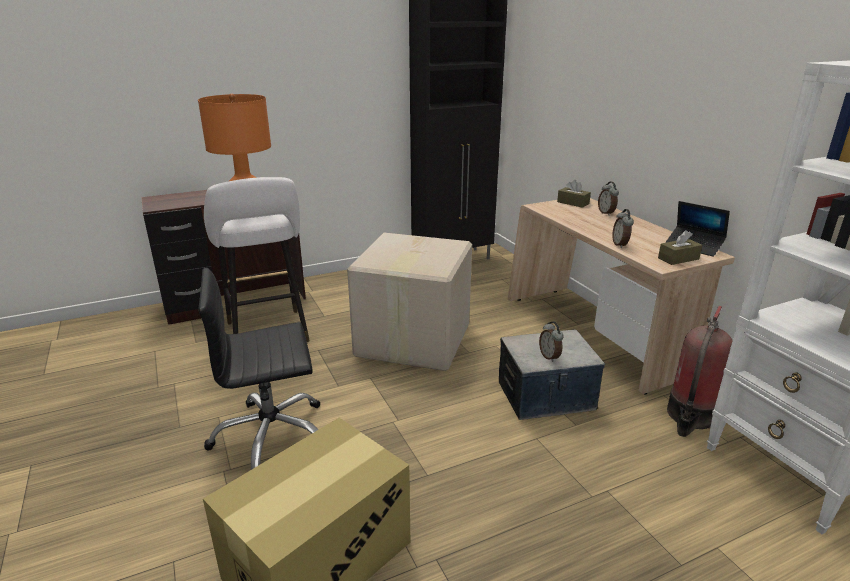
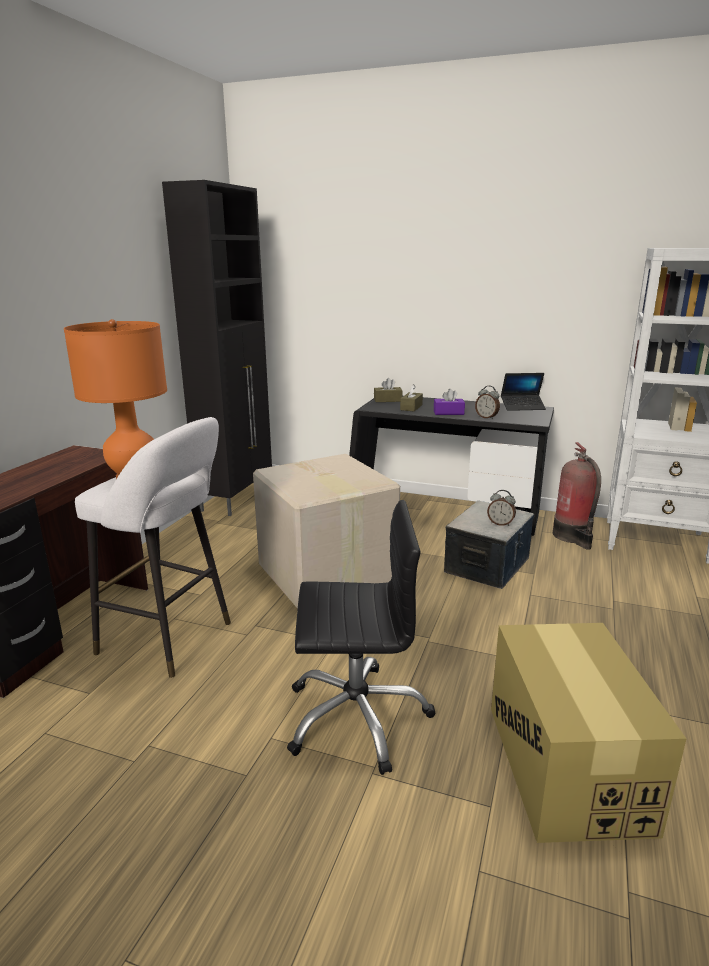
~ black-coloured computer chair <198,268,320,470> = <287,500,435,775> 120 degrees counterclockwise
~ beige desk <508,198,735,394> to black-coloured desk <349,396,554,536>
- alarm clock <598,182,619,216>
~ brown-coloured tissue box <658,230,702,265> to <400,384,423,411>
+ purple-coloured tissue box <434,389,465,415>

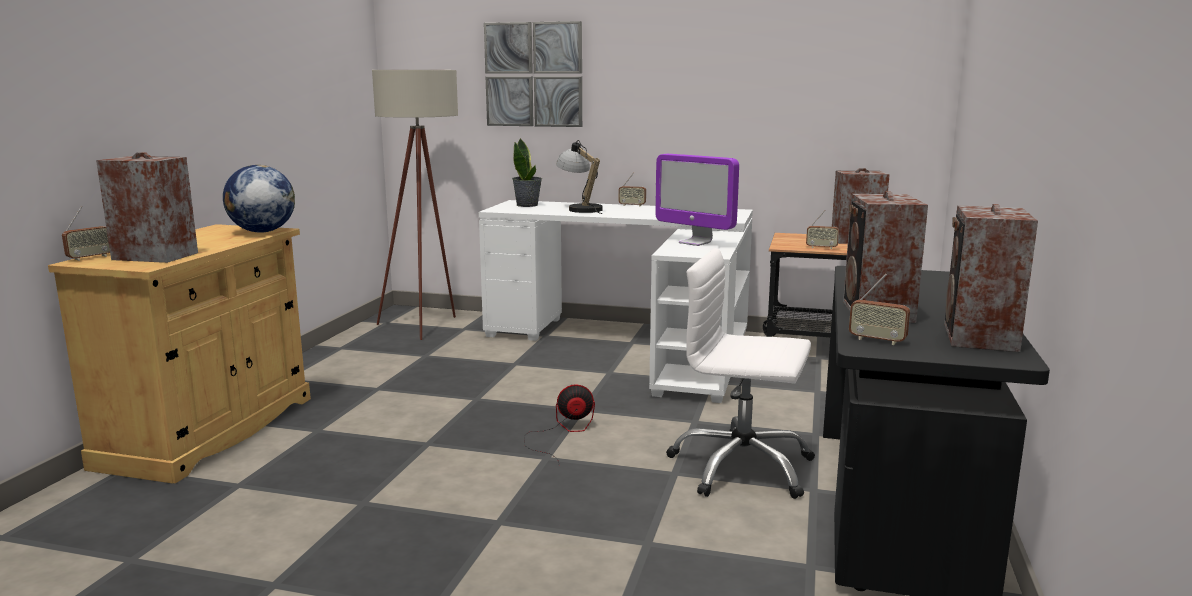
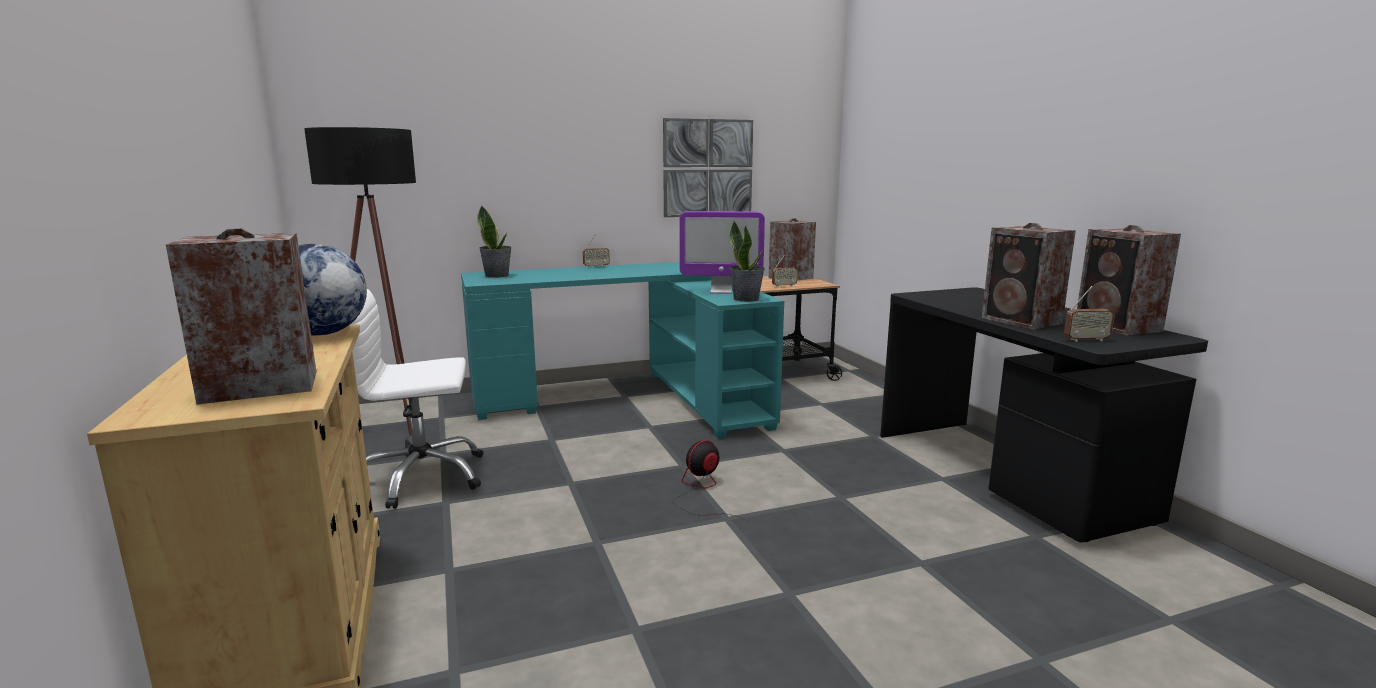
- radio <62,206,110,261>
~ beige standard lamp <372,70,458,340> to black-coloured standard lamp <304,127,416,436>
~ white desk <479,200,753,403> to turquoise desk <461,262,784,438>
~ picture <484,21,582,127> to <663,118,753,217>
- table lamp <556,140,602,214>
~ white computer chair <666,248,815,499> to <350,289,483,509>
+ potted plant <729,221,765,302>

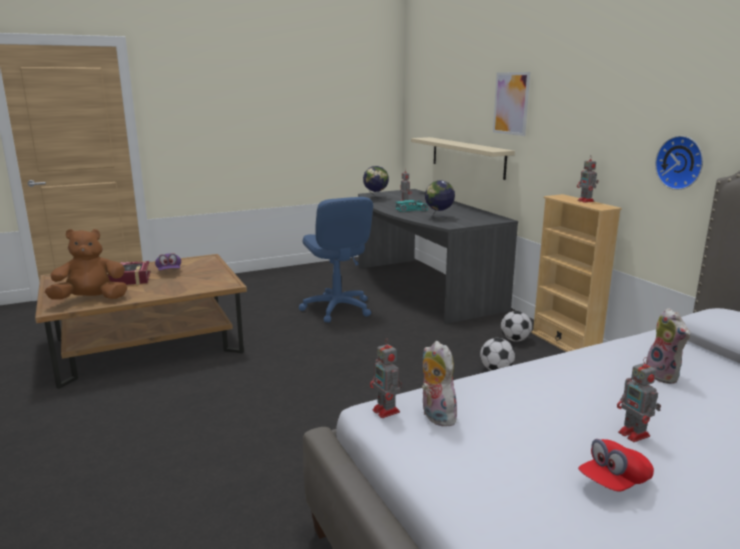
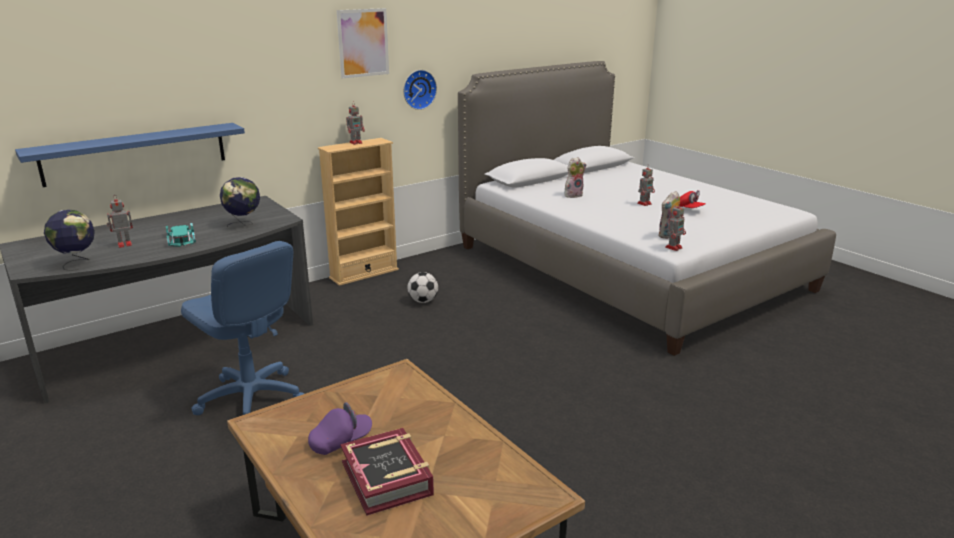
- brown-coloured plush toy <45,229,127,299>
~ blue computer chair <299,197,373,323> = <181,241,305,415> 75 degrees clockwise
~ beige wall shelf <411,137,515,180> to blue wall shelf <15,123,245,187>
~ picture <493,72,530,136> to <337,8,389,78>
- ball for football <501,311,532,341>

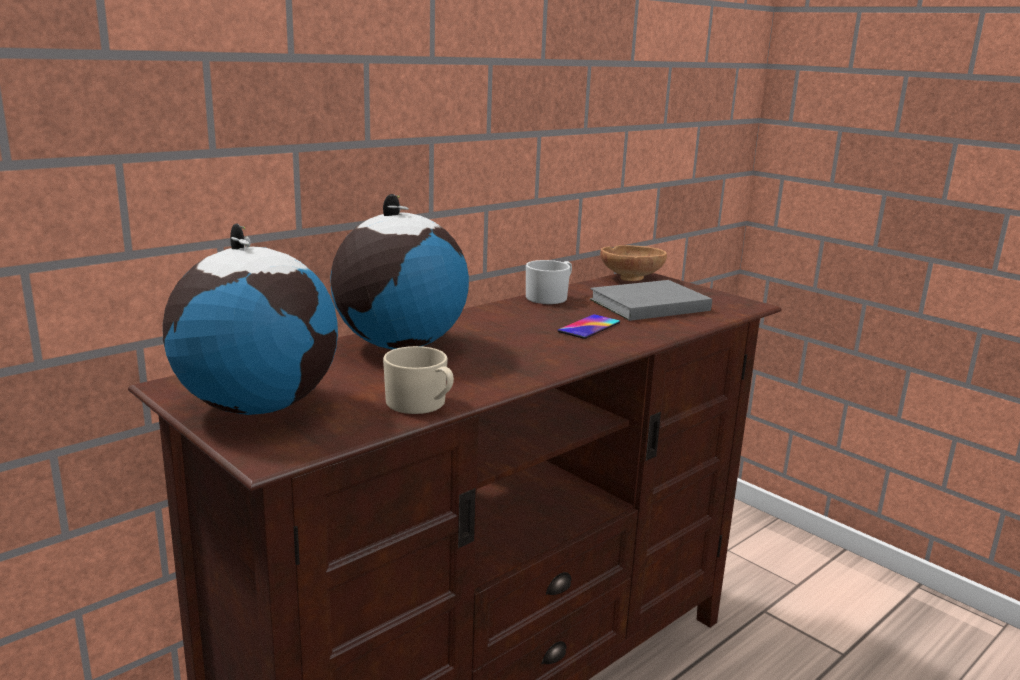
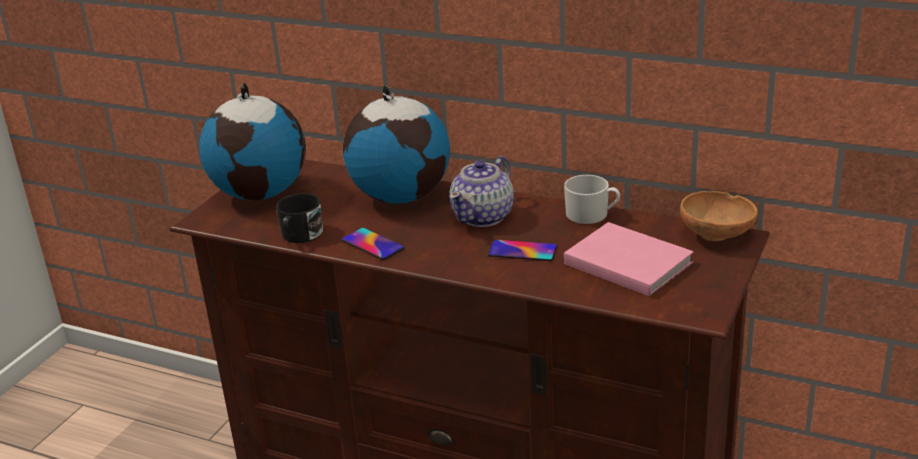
~ beige tea mug <383,346,454,414> to black-coloured tea mug <276,193,323,243>
~ grey volume <590,280,712,321> to pink-coloured volume <564,222,694,297>
+ handset <341,228,405,260>
+ tea pot <449,156,514,227>

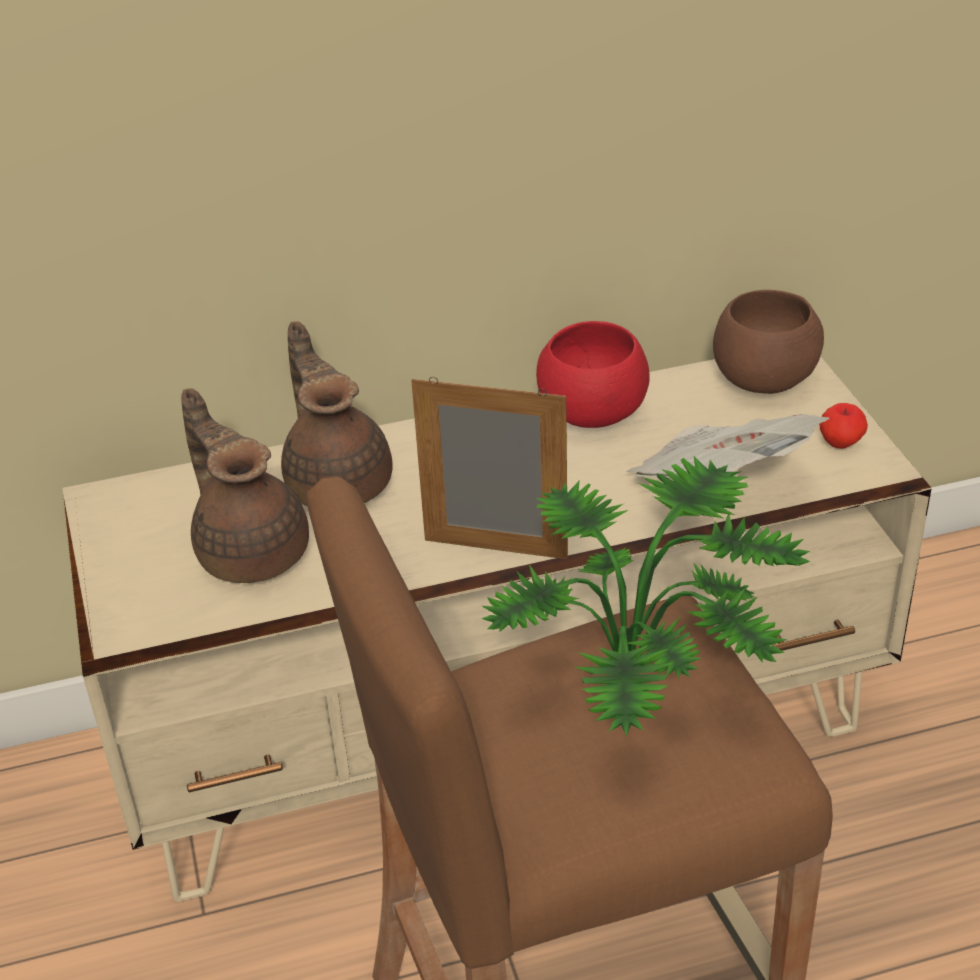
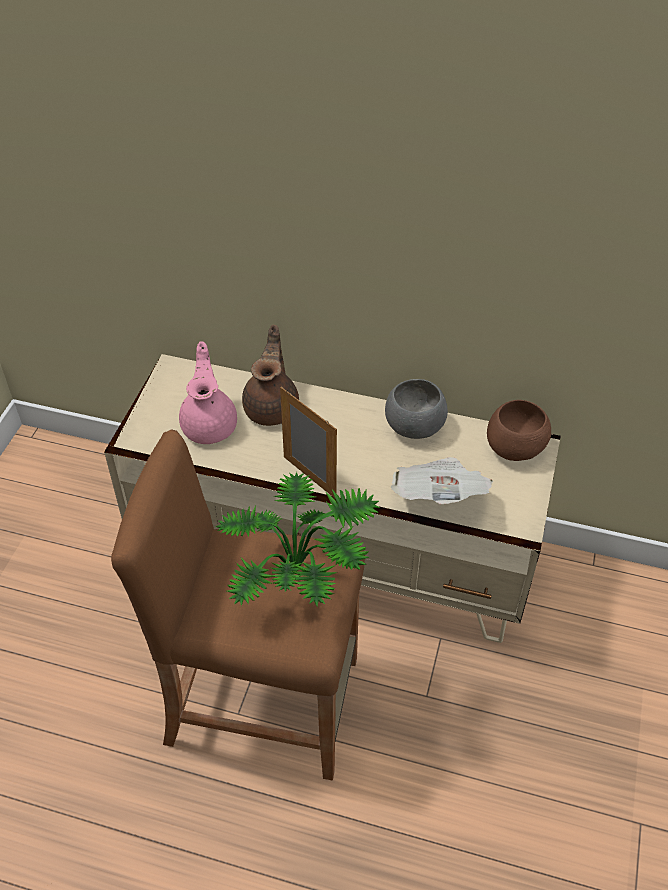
~ brown-coloured tea pot <181,388,309,583> to pink-coloured tea pot <179,341,237,444>
~ red bowl <536,321,650,428> to grey bowl <385,379,448,439>
- apple <819,403,868,449>

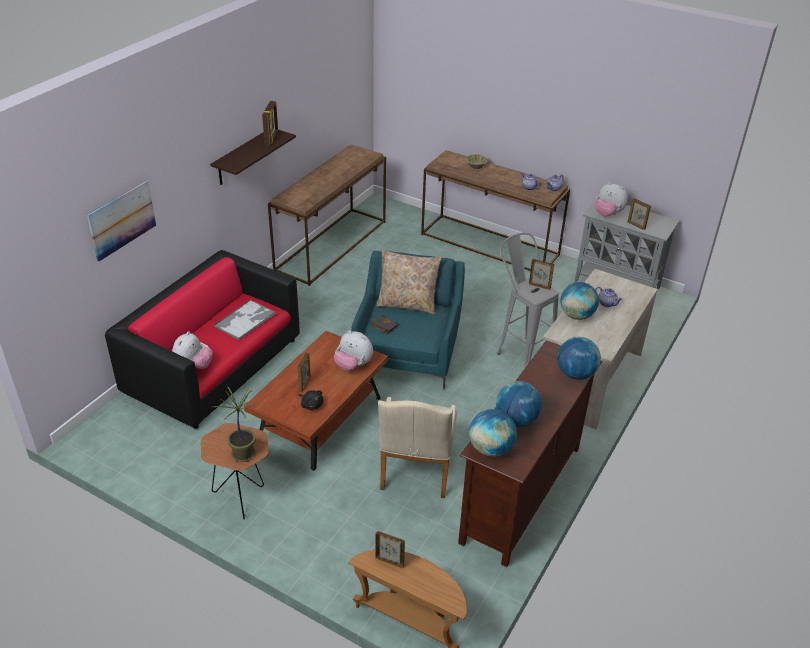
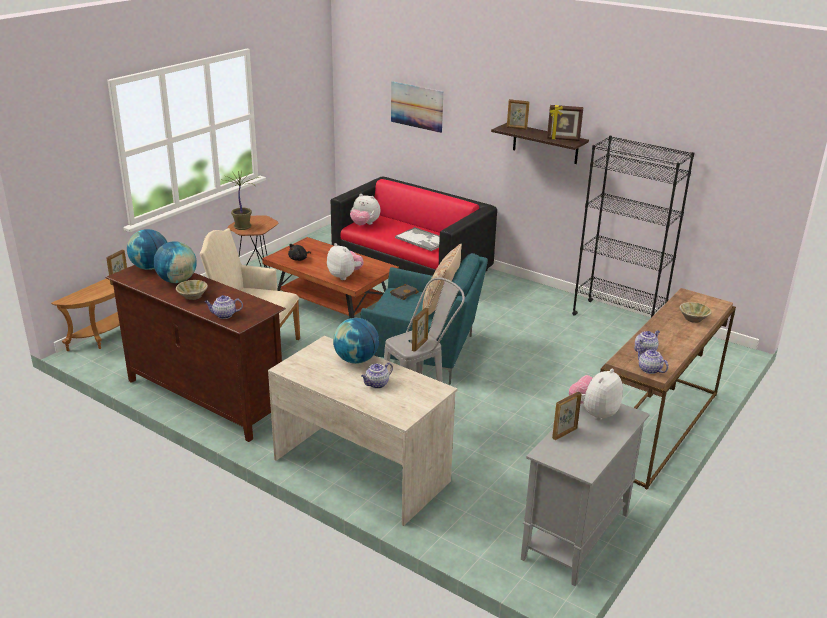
~ brown-coloured hall table <268,144,386,286> to black-coloured shelving unit <572,136,694,317>
~ picture frame <297,352,311,393> to <507,99,530,130>
~ plush toy <334,330,373,371> = <327,243,364,280> 105 degrees clockwise
~ desk globe <557,337,601,380> to tea pot <205,295,243,319>
+ beige bowl <176,280,208,300>

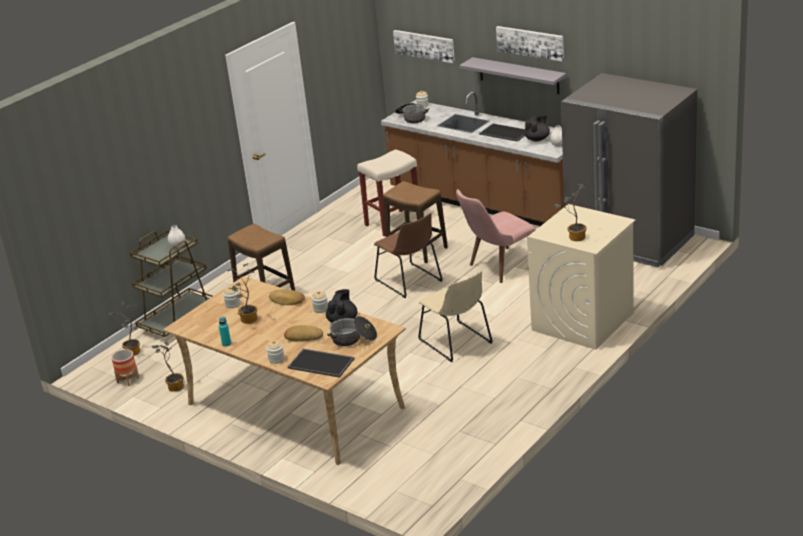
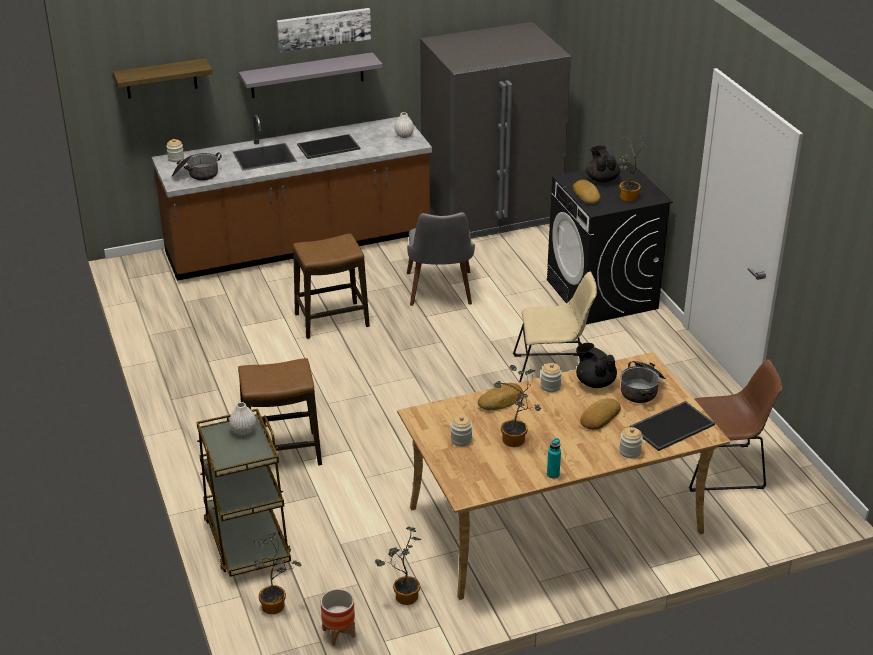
- beige sitting stool <357,149,418,236>
~ brown-coloured chair <374,213,442,298> to <689,359,782,492>
~ picture <393,30,455,63> to wall shelf <113,58,213,99>
~ pink-coloured chair <456,189,536,283> to grey chair <407,212,475,306>
~ black-coloured tea pot <524,114,550,142> to <586,145,620,183>
~ beige laundry machine <527,204,636,350> to black-coloured laundry machine <547,162,673,325>
+ baked bread <573,180,601,204>

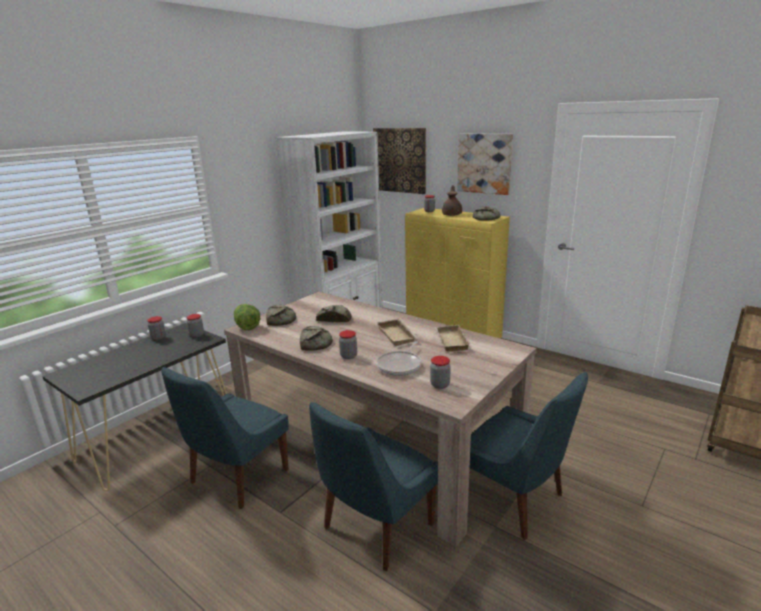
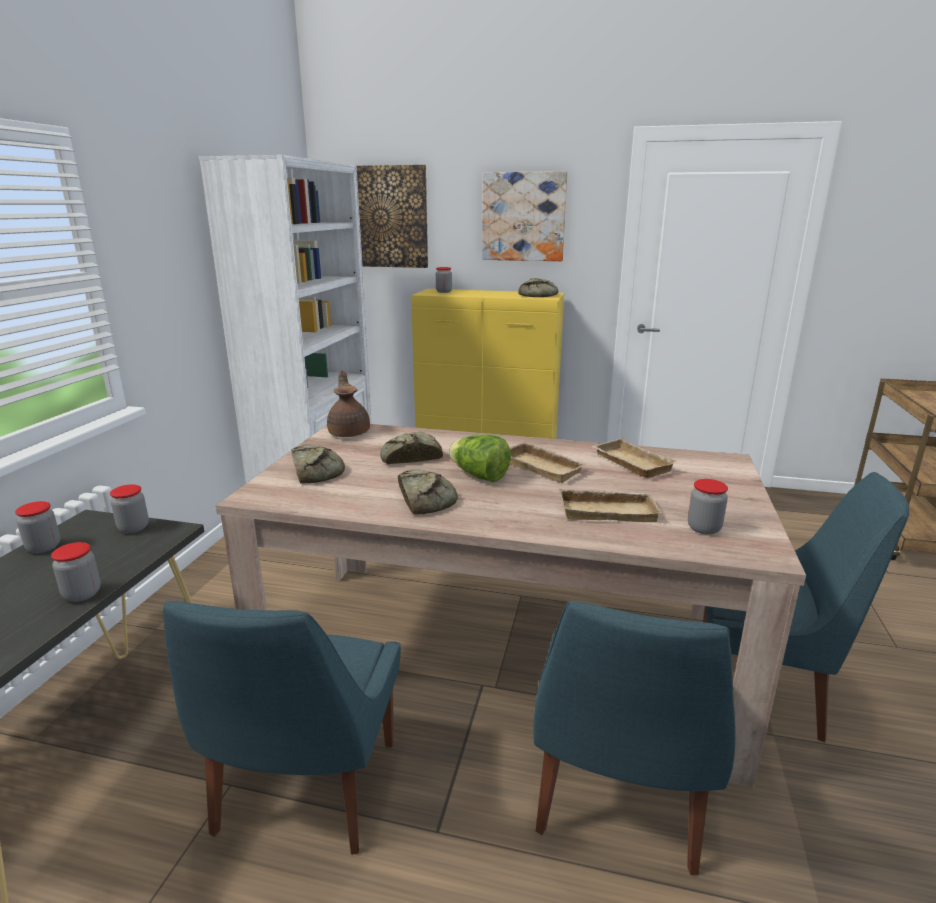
~ lettuce <234,304,260,330> to <448,435,511,482>
~ preserve jar <339,330,357,359> to <51,542,101,602>
~ frying pan <377,341,422,376> to beige tray <559,489,662,522>
~ brown-coloured tea pot <442,185,462,216> to <327,370,370,437>

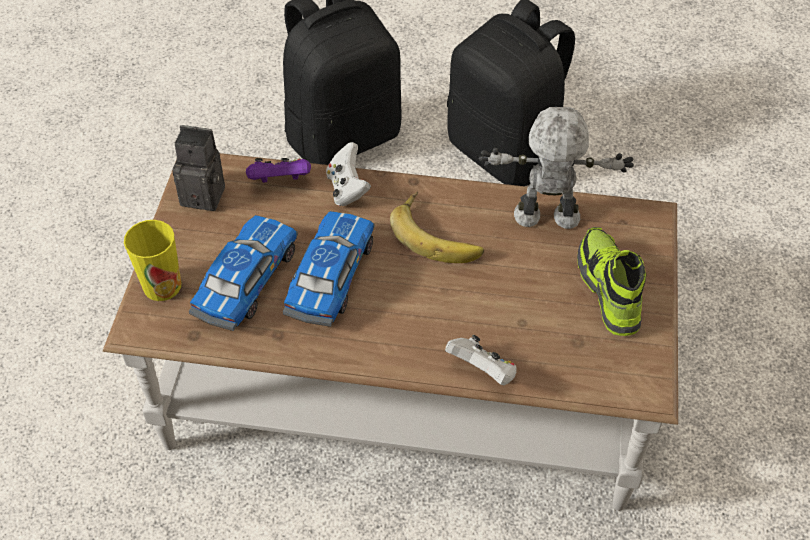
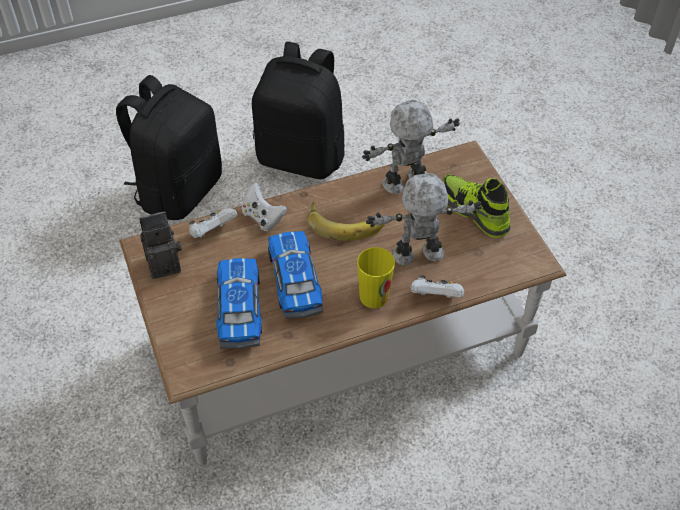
~ drinking cup <124,220,181,301> to <357,247,395,308>
~ purple-coloured joypad <246,158,311,183> to white joypad <189,208,238,238>
+ toy robot <366,173,482,266>

